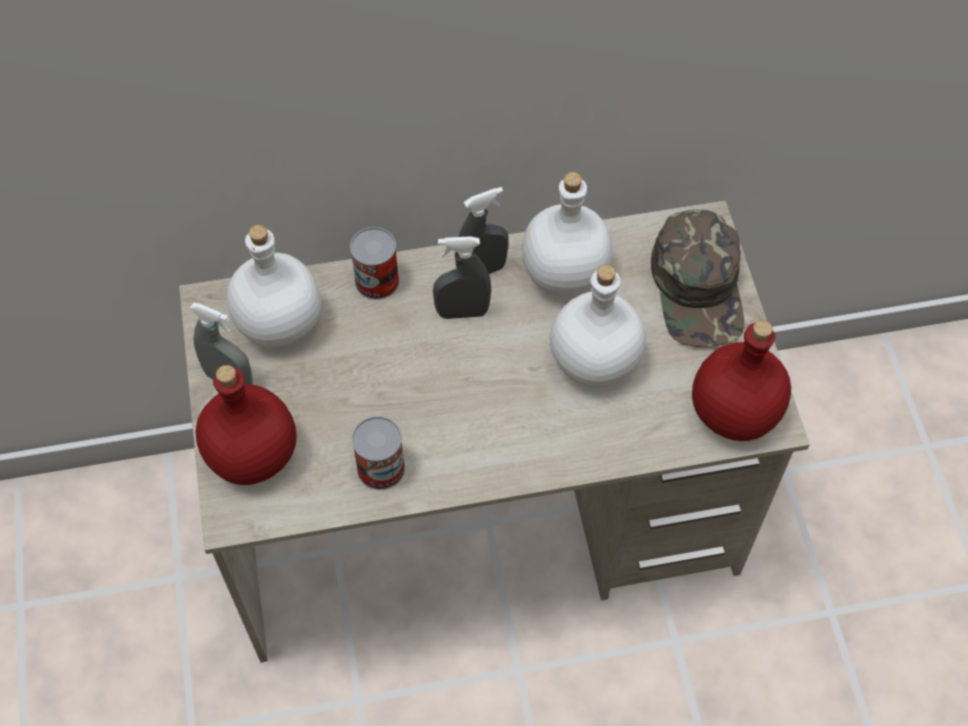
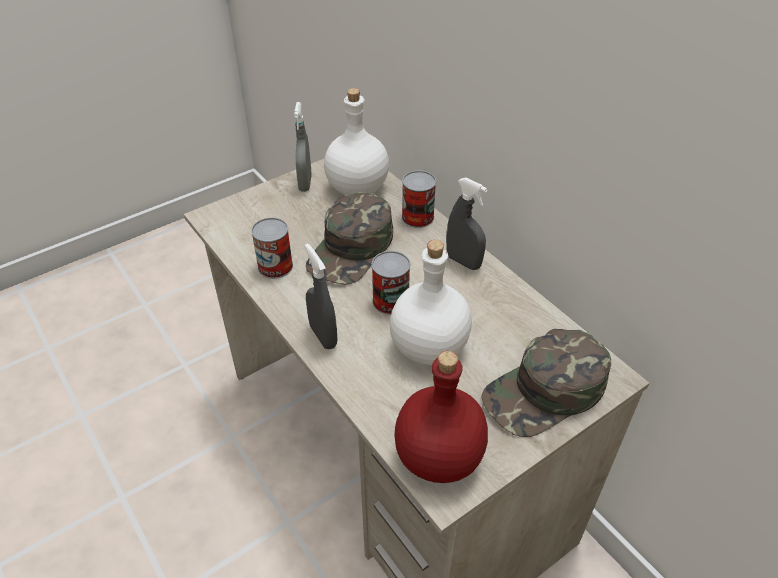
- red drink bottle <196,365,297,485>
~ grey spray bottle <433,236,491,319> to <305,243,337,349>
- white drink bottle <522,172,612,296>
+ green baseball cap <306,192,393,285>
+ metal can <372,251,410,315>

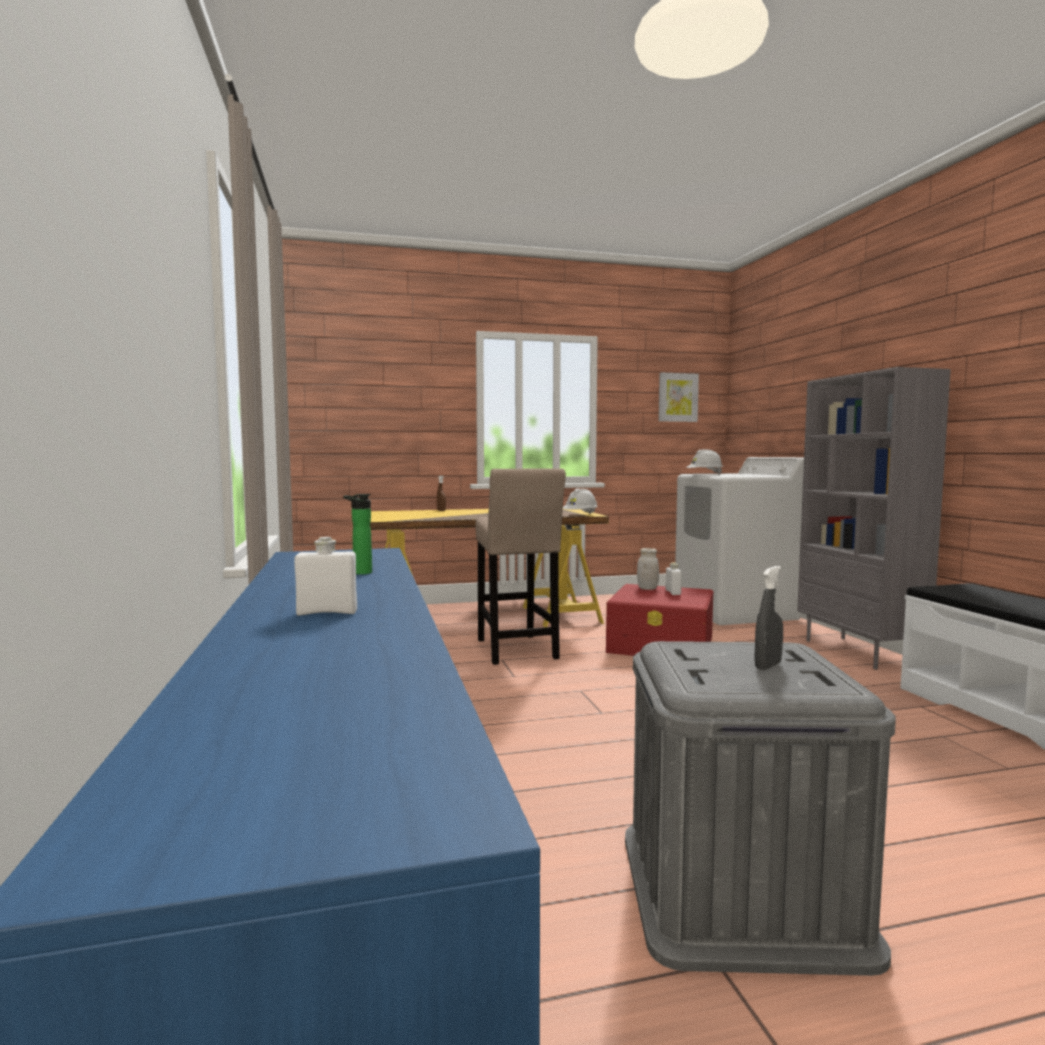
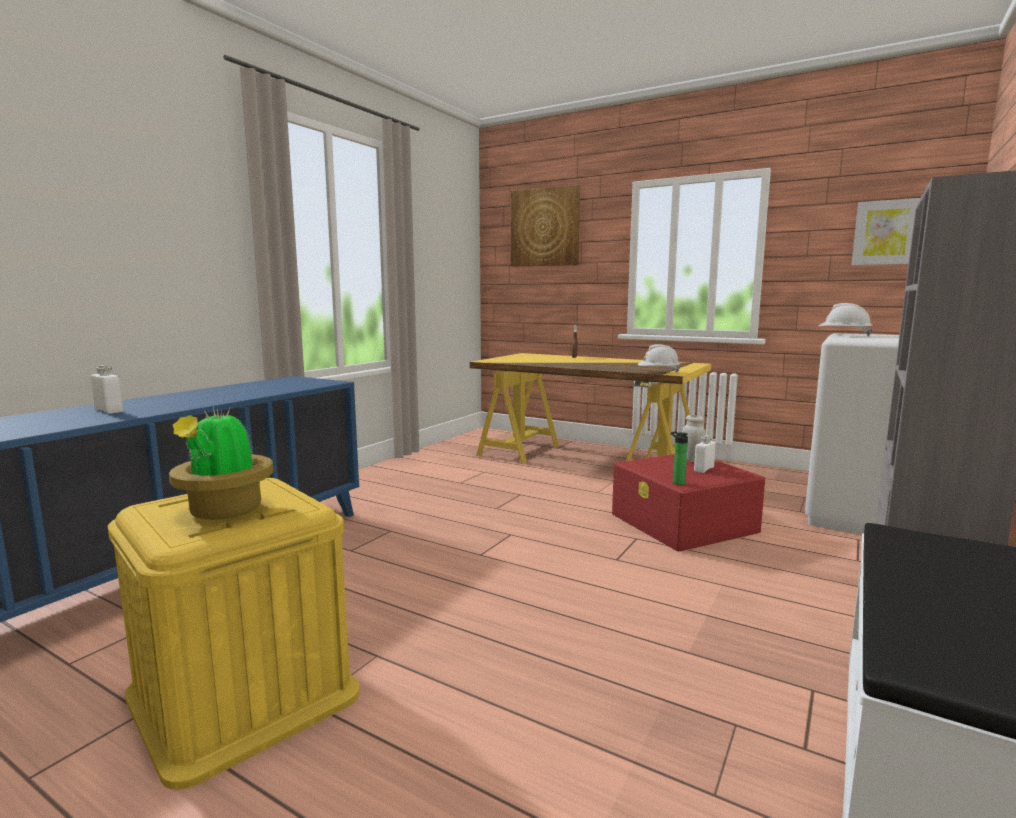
~ drink bottle <343,494,372,575> to <670,432,688,485>
- beige sitting stool <476,468,566,665>
~ grey storage bin <625,641,896,976> to yellowish storage bin <108,478,359,790>
~ grey spray bottle <754,566,783,670> to potted plant <169,406,273,520>
+ picture <511,184,580,266>

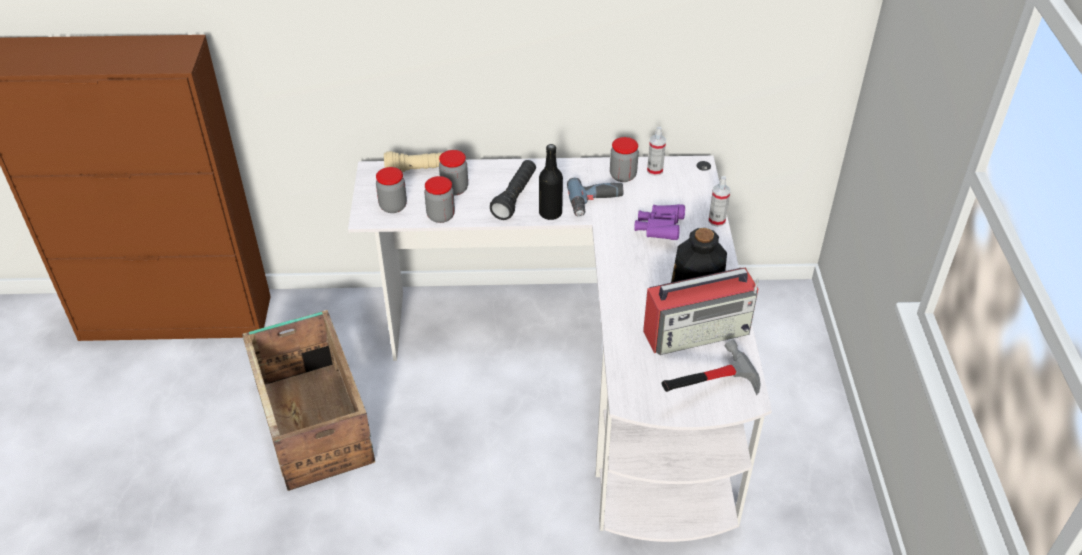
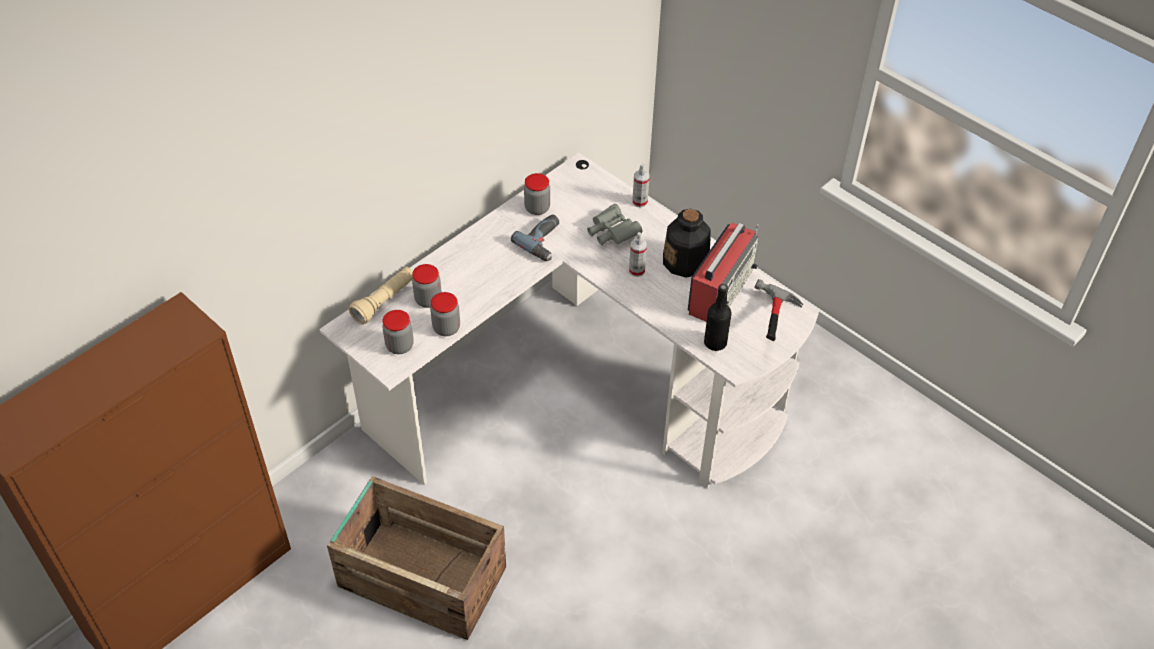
- black-coloured flashlight <490,160,536,220>
~ black-coloured drink bottle <539,144,563,220> to <704,284,732,351>
~ purple-coloured pair of binoculars <634,204,685,240> to grey pair of binoculars <587,204,642,245>
~ spray bottle <647,126,666,176> to <629,232,647,277>

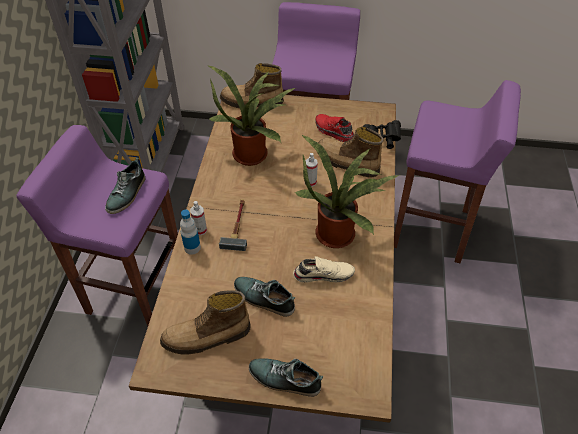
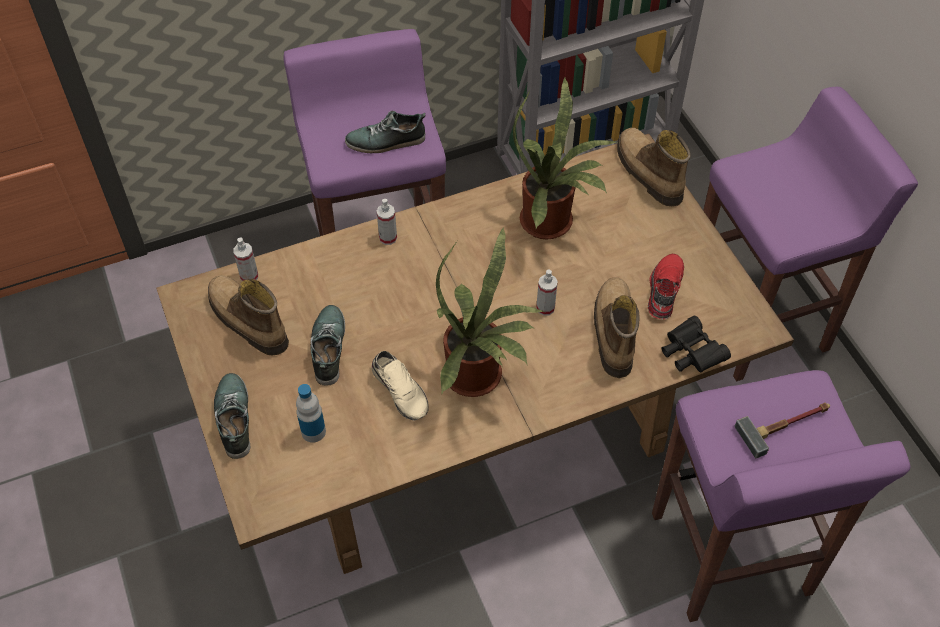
~ drink bottle <180,209,201,255> to <296,384,326,443>
~ hand hammer <219,199,247,251> to <735,403,830,458>
+ spray bottle <234,238,258,281>

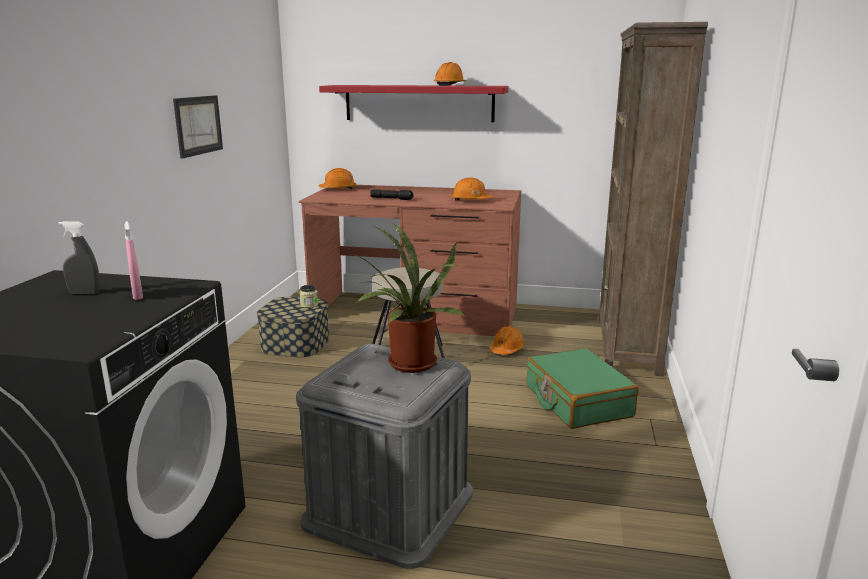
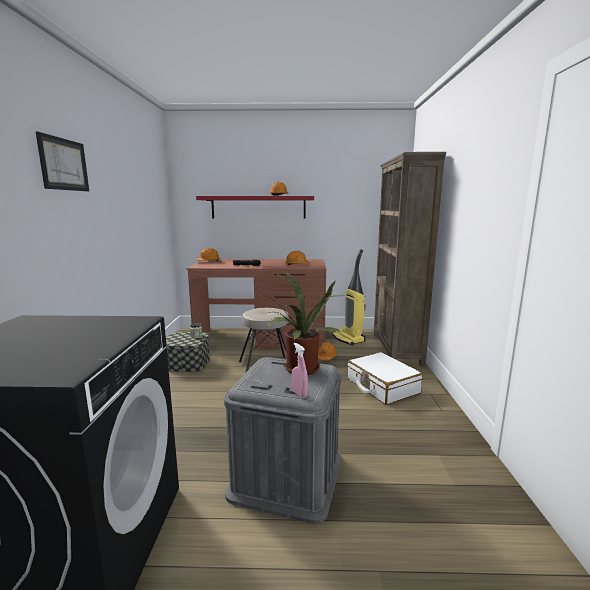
- grey spray bottle <59,221,100,294>
~ pink-coloured spray bottle <124,221,143,300> to <291,343,308,398>
~ picture <173,95,223,158> to <36,131,89,191>
~ green travel case <526,348,638,429> to white travel case <347,352,423,405>
+ vacuum <332,249,366,346>

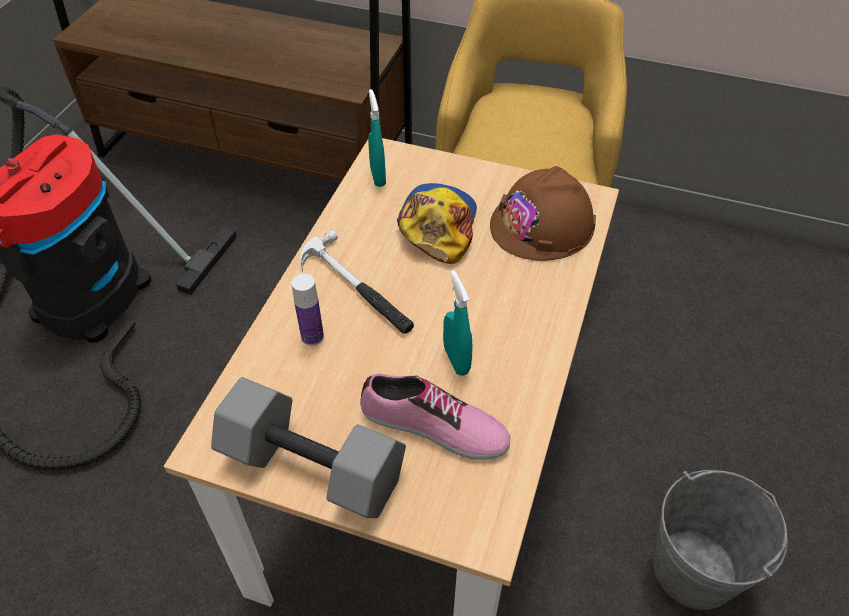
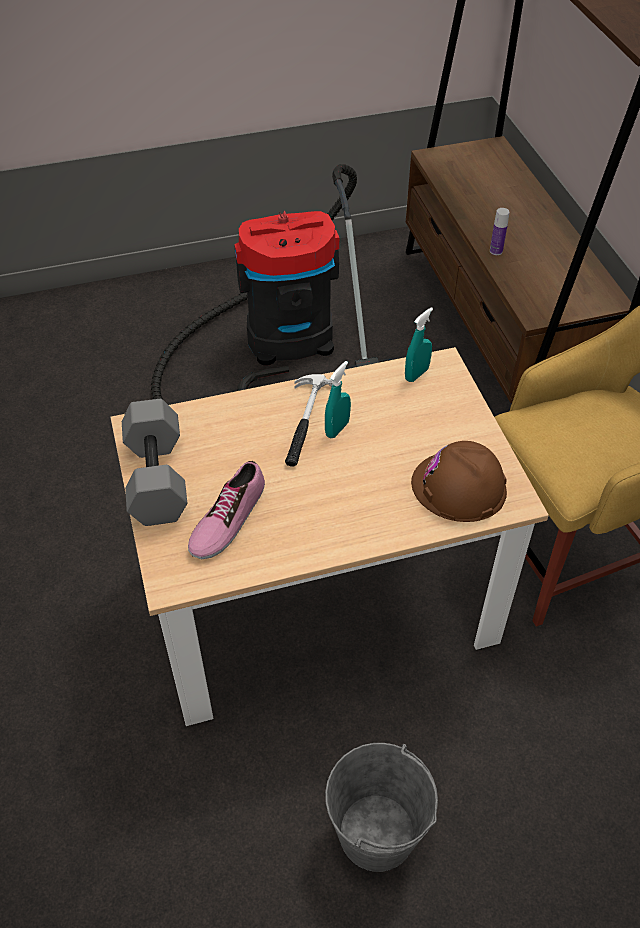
~ drink bottle <291,274,324,346> to <490,208,509,255>
~ shoe <360,373,511,460> = <188,461,265,559> 45 degrees clockwise
- baseball cap <397,183,477,264>
~ turquoise spray bottle <443,270,473,376> to <325,361,351,438>

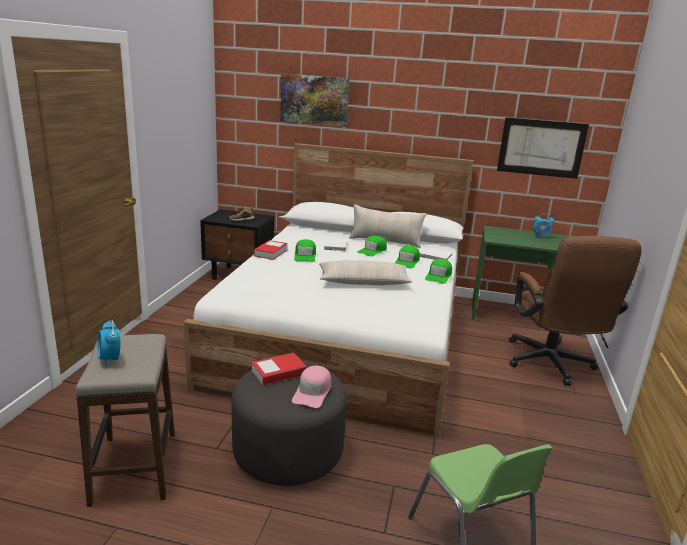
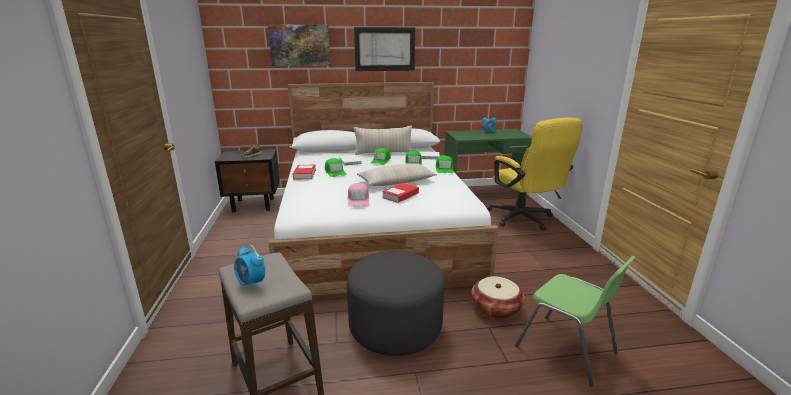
~ volume <252,353,306,386> to <382,183,419,203>
~ pink-coloured baseball cap <292,366,331,408> to <348,183,369,207>
~ picture <497,117,589,179> to <354,27,415,71>
~ brown-coloured computer chair <509,236,642,386> to yellowish computer chair <487,118,582,231>
+ basket <471,276,525,319>

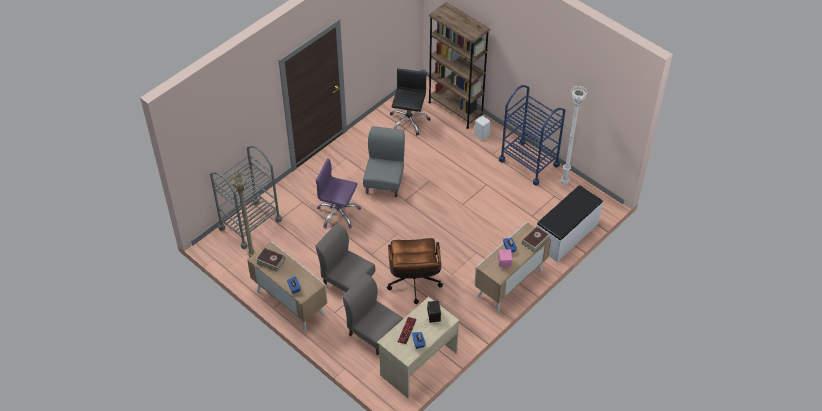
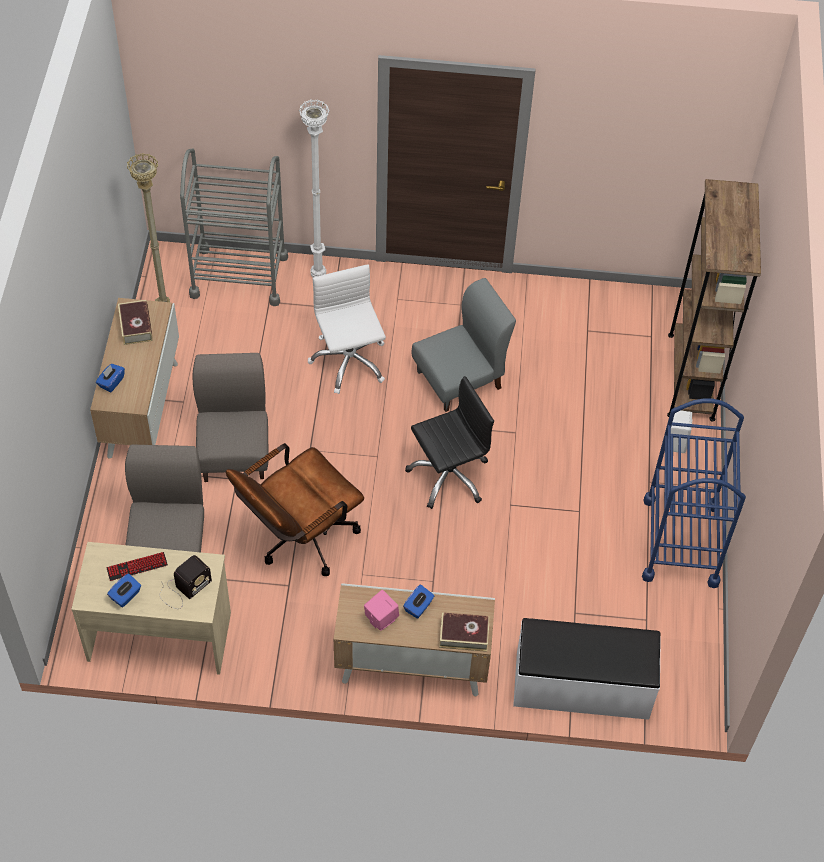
~ purple-coloured computer chair <316,158,361,228> to white computer chair <308,264,386,394>
~ black-coloured computer chair <390,68,431,135> to <405,376,494,509>
~ white standard lamp <560,86,588,185> to <299,100,330,278>

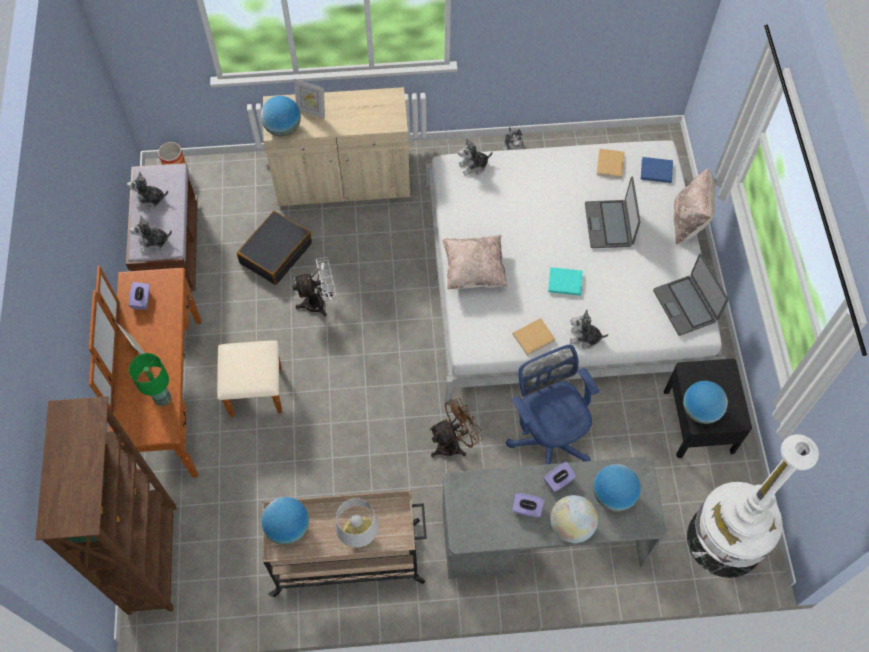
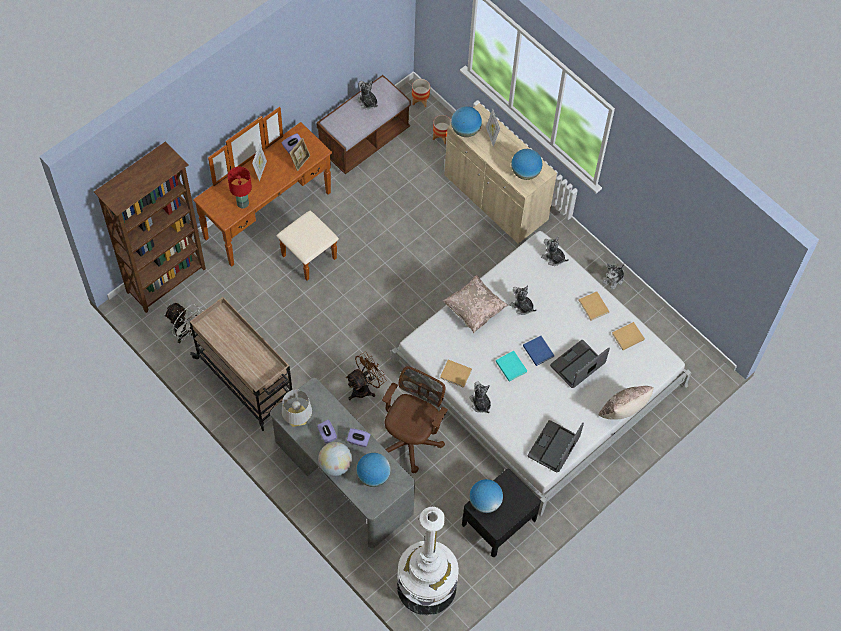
~ green table lamp <129,353,171,406> to red table lamp <228,167,252,208>
~ plush toy <130,215,172,253> to <510,285,536,315>
- black-coloured travel case <237,211,312,285>
~ desk globe <261,497,309,545> to <511,149,543,180>
~ white electric fan <293,257,337,316> to <164,303,202,343>
~ grey table lamp <336,498,379,548> to <282,389,312,427>
~ brown-coloured electric fan <429,398,482,457> = <346,352,386,400> 60 degrees counterclockwise
~ blue computer chair <506,345,599,465> to brown-coloured computer chair <382,366,448,473>
~ blue volume <641,157,673,183> to <523,336,555,366>
+ picture frame <289,138,310,171>
+ flower pot <433,115,451,144>
+ beige volume <579,291,609,321>

